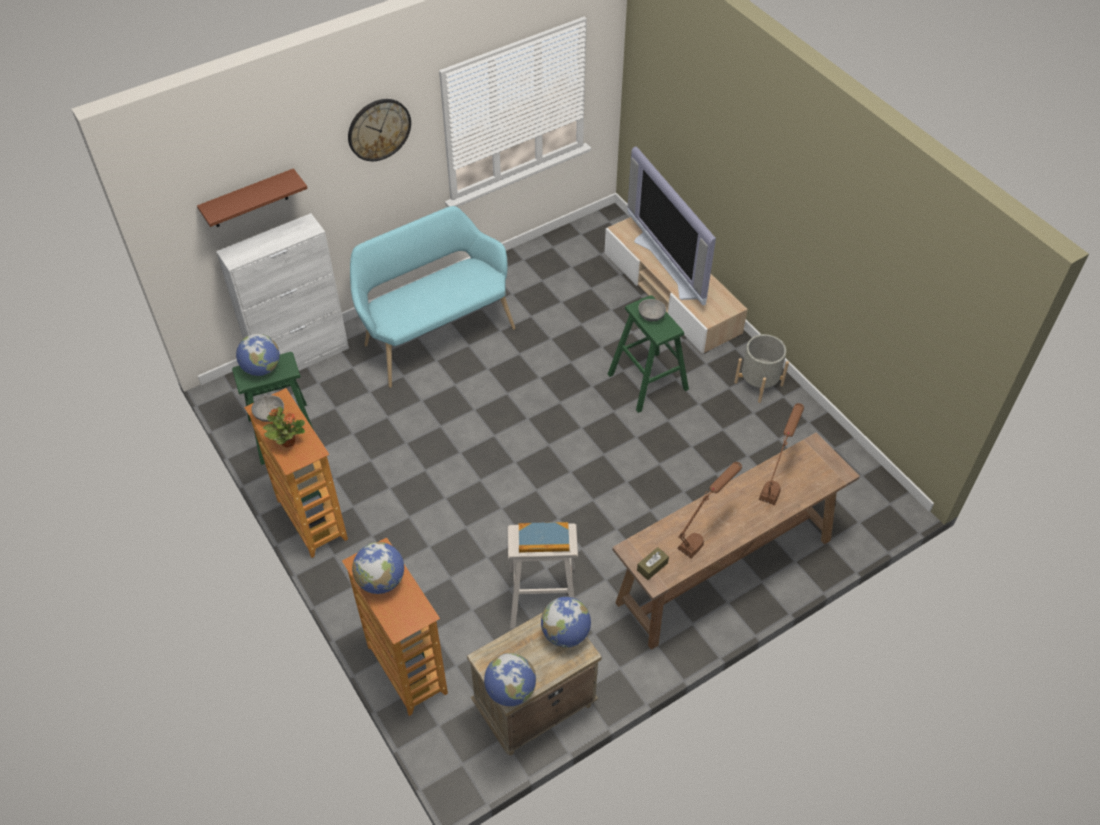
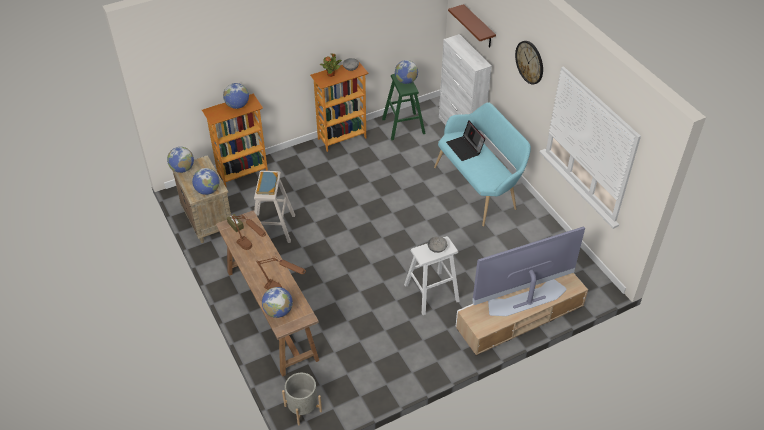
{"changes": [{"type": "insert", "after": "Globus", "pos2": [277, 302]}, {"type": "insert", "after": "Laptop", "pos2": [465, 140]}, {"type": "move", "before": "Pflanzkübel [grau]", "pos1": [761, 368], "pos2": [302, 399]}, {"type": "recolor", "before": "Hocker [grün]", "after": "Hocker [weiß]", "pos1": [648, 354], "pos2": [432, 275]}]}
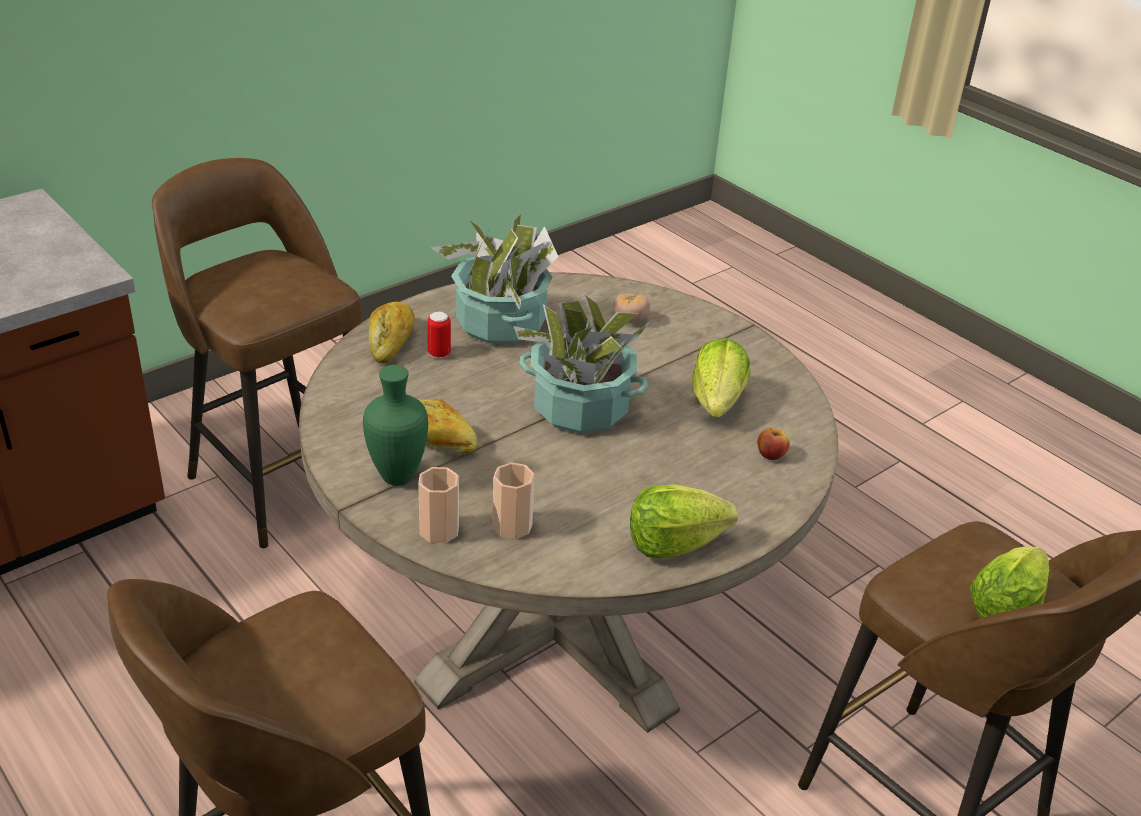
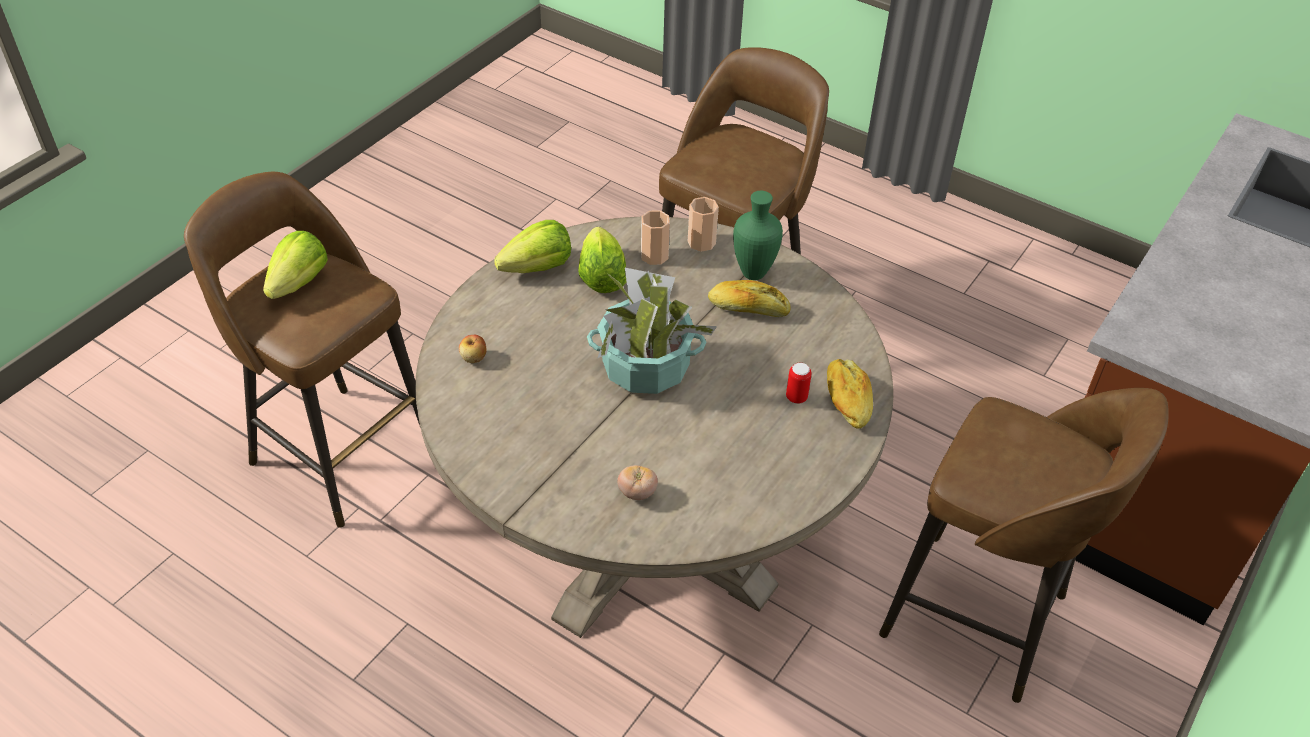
{"changes": [{"type": "delete", "before": "Topfpflanze", "pos1": [494, 278]}, {"type": "move", "before": "Salatkopf", "pos1": [721, 378], "pos2": [602, 260]}]}
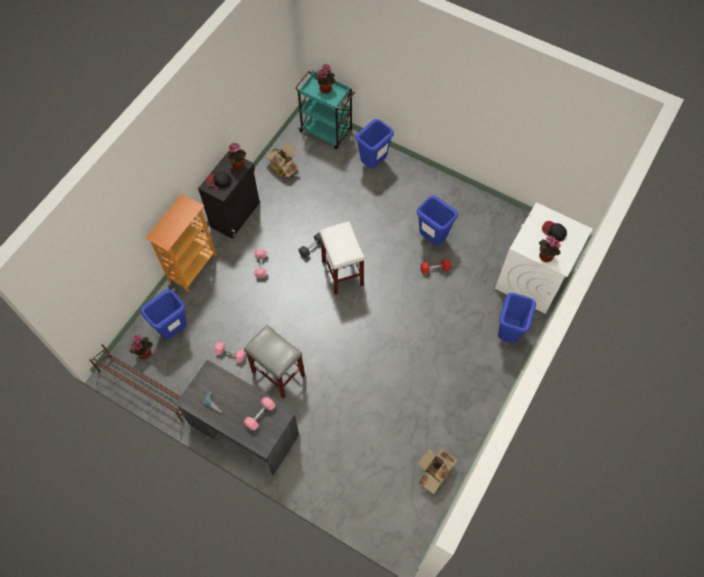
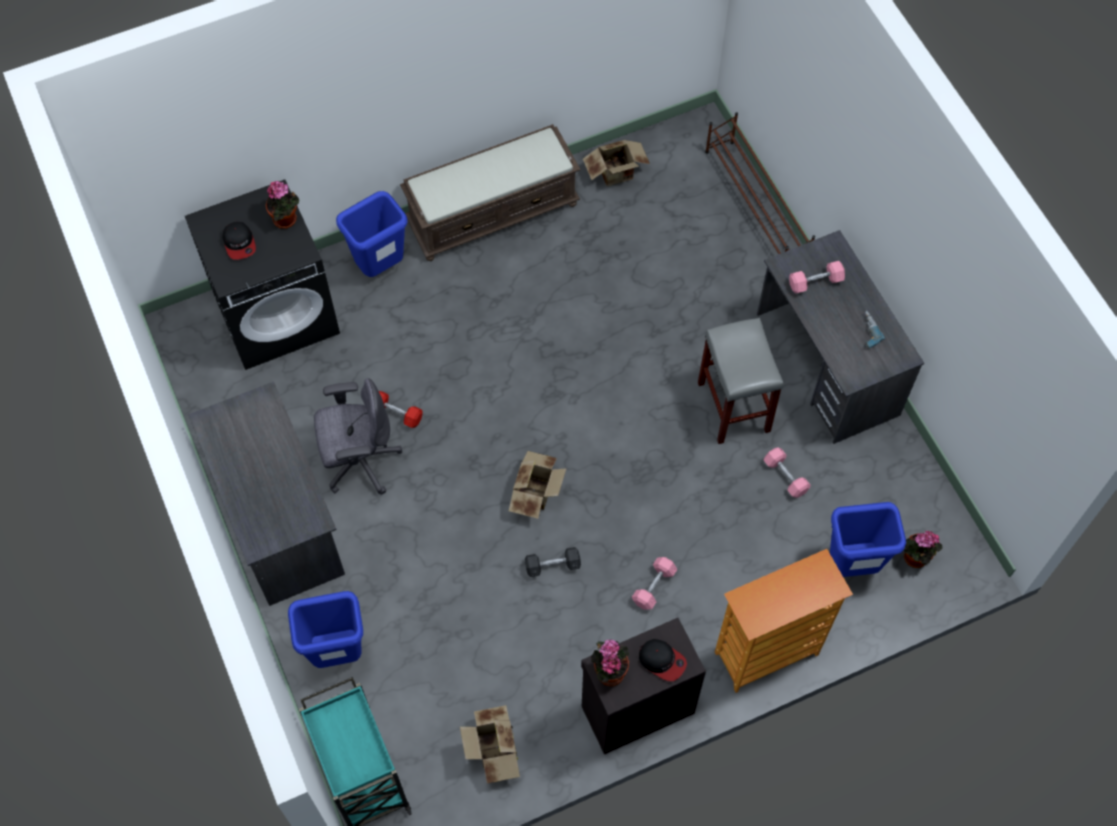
{"changes": [{"type": "delete", "before": "Topfpflanze", "pos1": [325, 79]}, {"type": "insert", "after": "Schreibtisch [grau]", "pos2": [266, 493]}, {"type": "insert", "after": "Bank [braun]", "pos2": [490, 192]}, {"type": "move", "before": "Schuhregal [braun]", "pos1": [136, 383], "pos2": [760, 183]}, {"type": "replace", "before": "Hocker [weiß]", "after": "Karton", "pos1": [342, 257], "pos2": [538, 485]}, {"type": "replace", "before": "Mülleimer [blau]", "after": "Bürostuhl [grau]", "pos1": [437, 220], "pos2": [358, 436]}, {"type": "recolor", "before": "Waschmaschine [weiß]", "after": "Waschmaschine [schwarz]", "pos1": [543, 258], "pos2": [262, 274]}]}
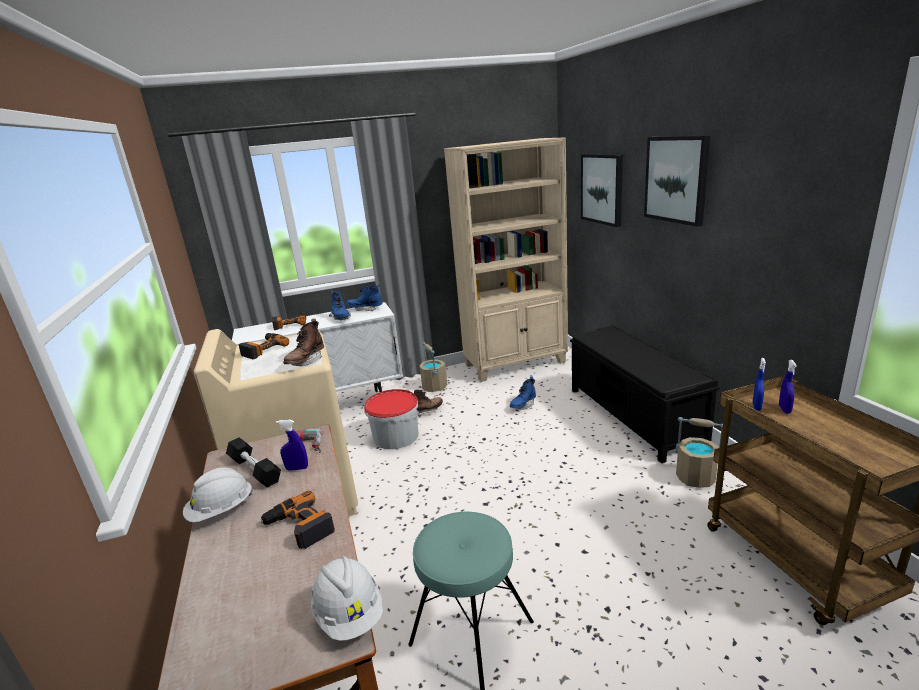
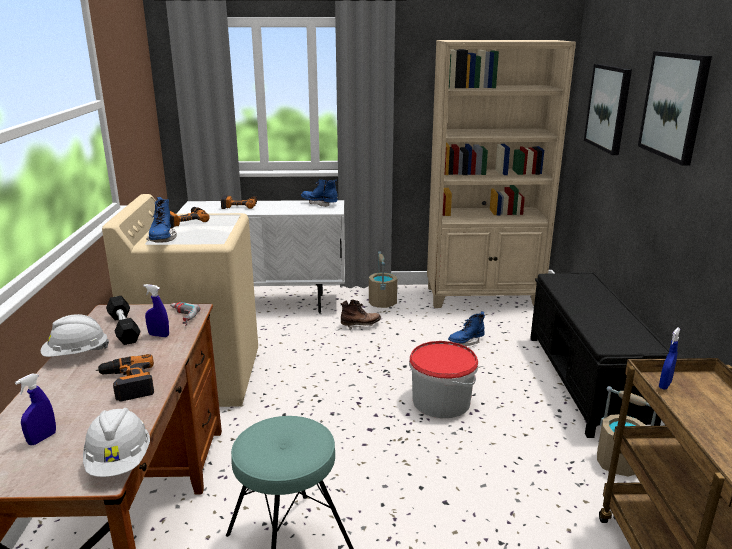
{"changes": [{"type": "delete", "before": "Stiefel [braun]", "pos1": [303, 342]}, {"type": "move", "before": "Stiefel [blau]", "pos1": [340, 305], "pos2": [161, 219]}, {"type": "move", "before": "Eimer", "pos1": [391, 419], "pos2": [443, 379]}, {"type": "move", "before": "Sprühflasche [blau]", "pos1": [788, 386], "pos2": [35, 409]}]}
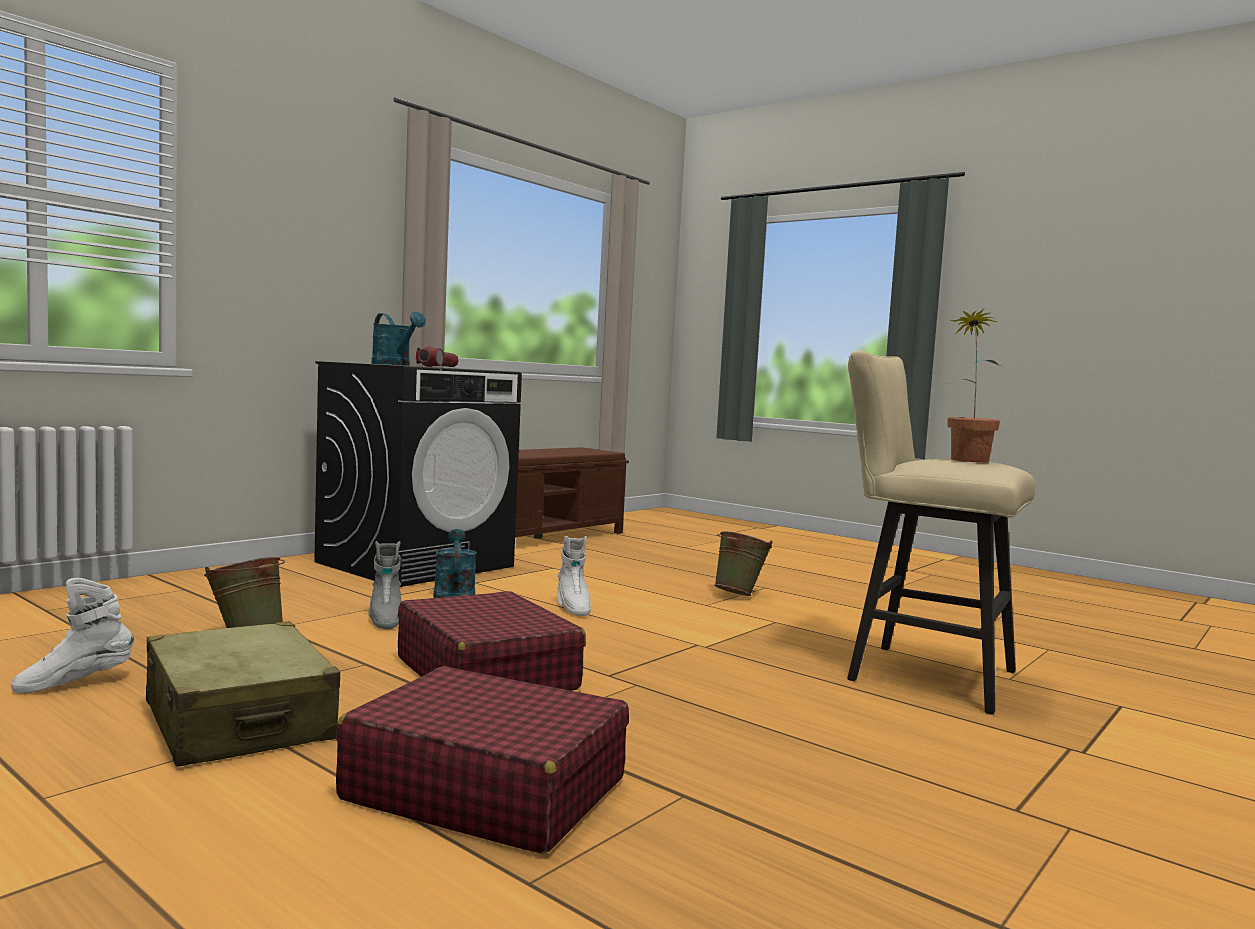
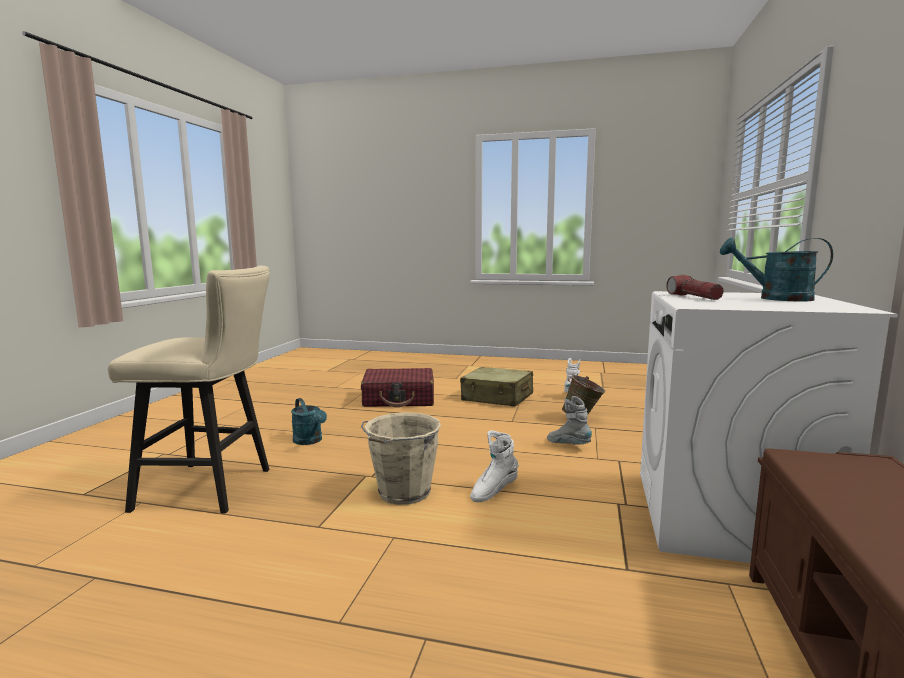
{"changes": [{"type": "delete", "before": "Koffer [rot]", "pos1": [492, 641]}, {"type": "delete", "before": "Eimer [grün]", "pos1": [743, 563]}, {"type": "delete", "before": "Topfpflanze", "pos1": [974, 385]}, {"type": "insert", "after": "Eimer [beige]", "pos2": [401, 458]}, {"type": "move", "before": "Gießkanne [türkis]", "pos1": [455, 563], "pos2": [309, 421]}, {"type": "recolor", "before": "Waschmaschine [schwarz]", "after": "Waschmaschine [weiß]", "pos1": [418, 474], "pos2": [769, 427]}, {"type": "rotate", "before": "Stiefel [weiß]", "pos1": [574, 576], "pos2": [494, 466], "turn": -90}]}
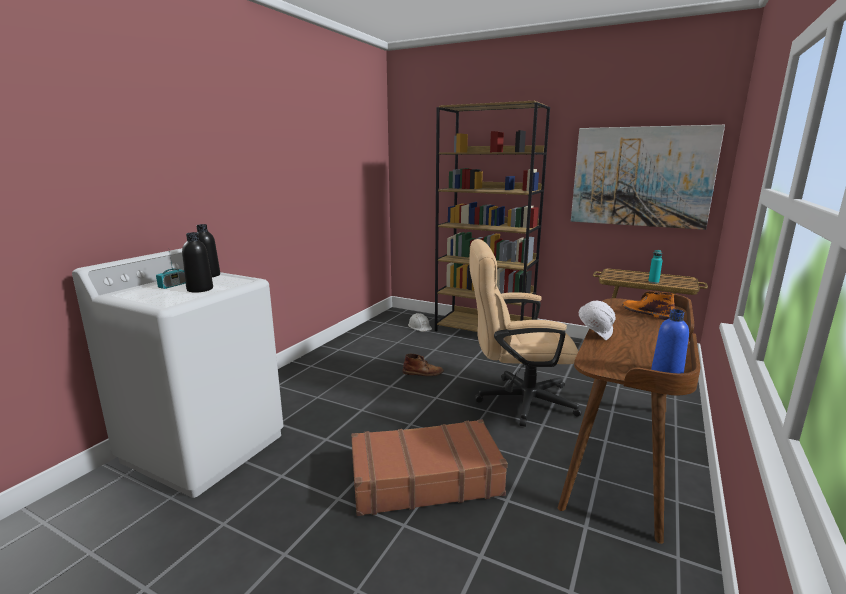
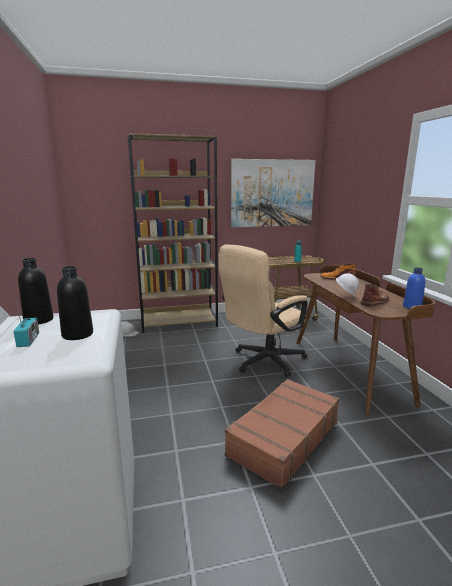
{"changes": [{"type": "move", "before": "Stiefel [braun]", "pos1": [423, 365], "pos2": [375, 295]}]}
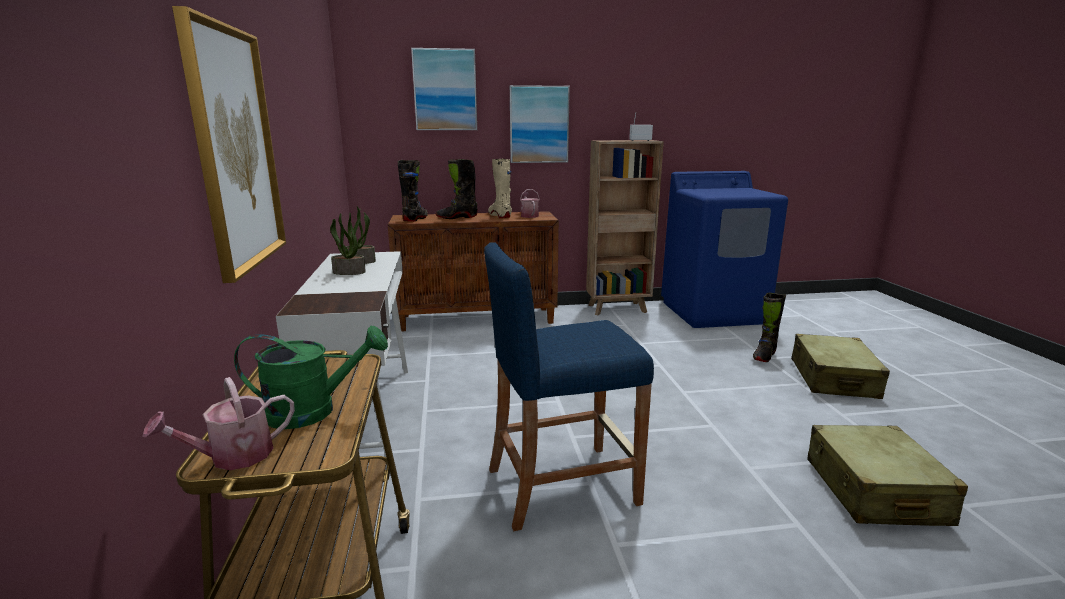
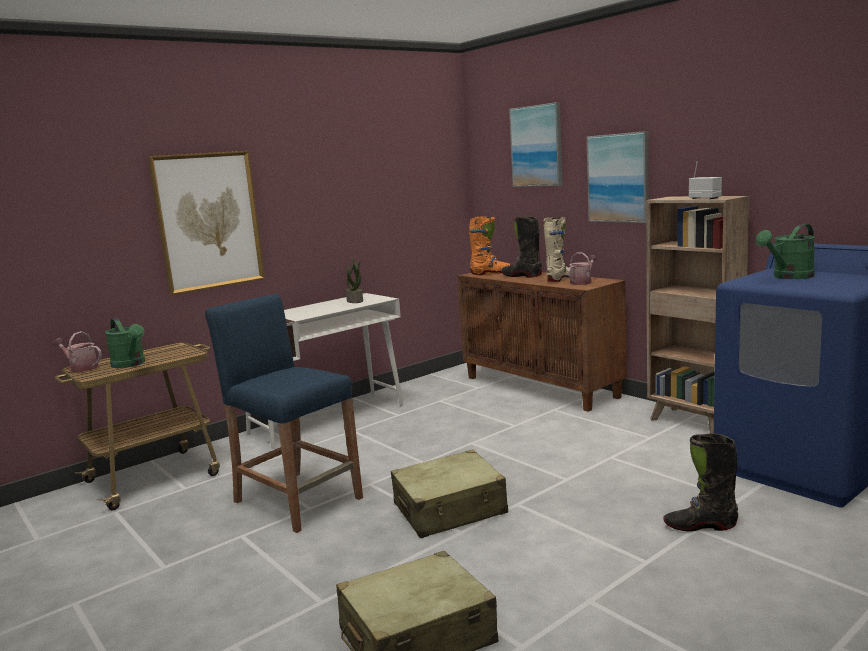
{"changes": [{"type": "delete", "before": "Topfpflanze", "pos1": [348, 244]}, {"type": "insert", "after": "Gießkanne [grün]", "pos2": [785, 251]}, {"type": "move", "before": "Koffer [beige]", "pos1": [840, 366], "pos2": [449, 494]}, {"type": "recolor", "before": "Stiefel [schwarz]", "after": "Stiefel [orange]", "pos1": [413, 191], "pos2": [490, 245]}]}
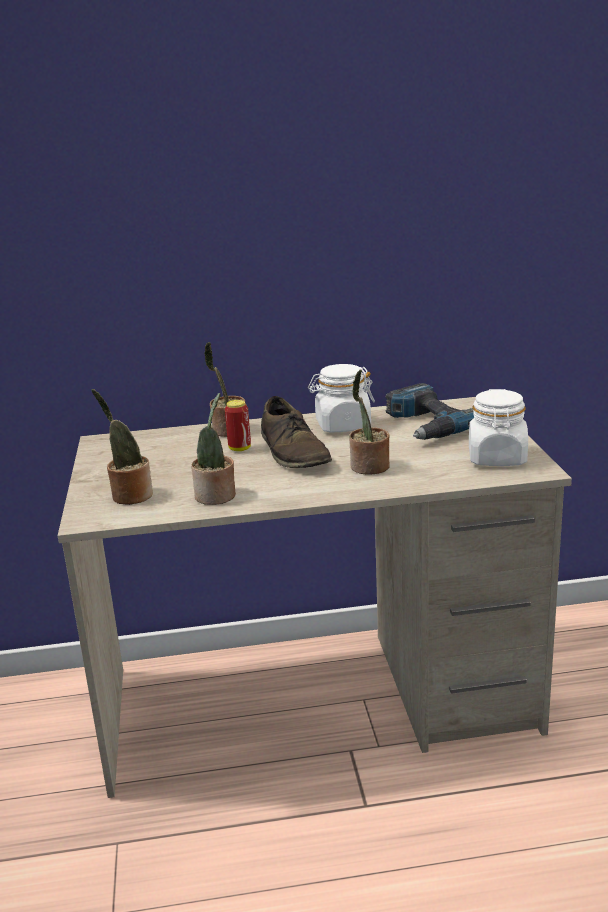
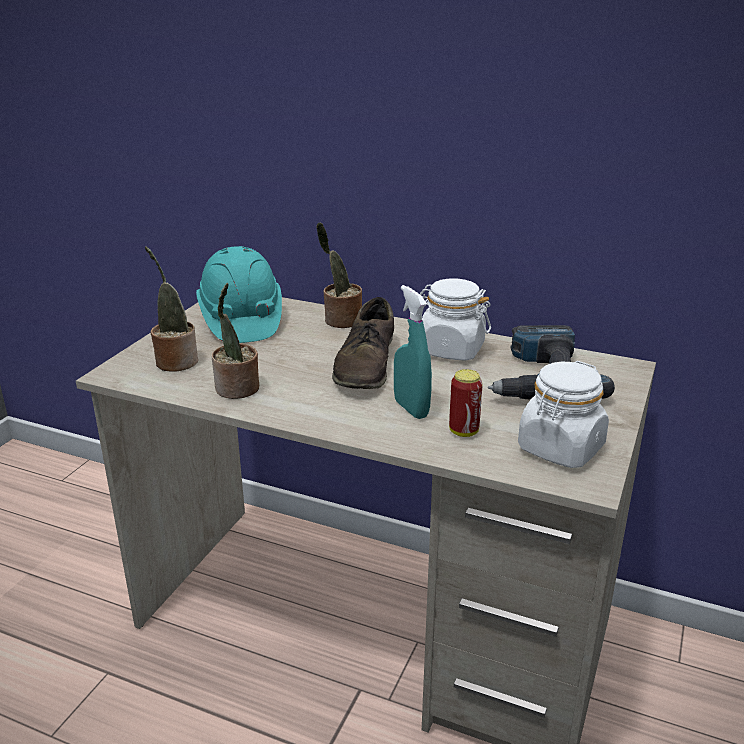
{"changes": [{"type": "insert", "after": "Schutzhelm [türkis]", "pos2": [239, 294]}, {"type": "move", "before": "Dose", "pos1": [238, 425], "pos2": [466, 403]}, {"type": "replace", "before": "Topfpflanze", "after": "Sprühflasche [türkis]", "pos1": [369, 422], "pos2": [413, 352]}]}
